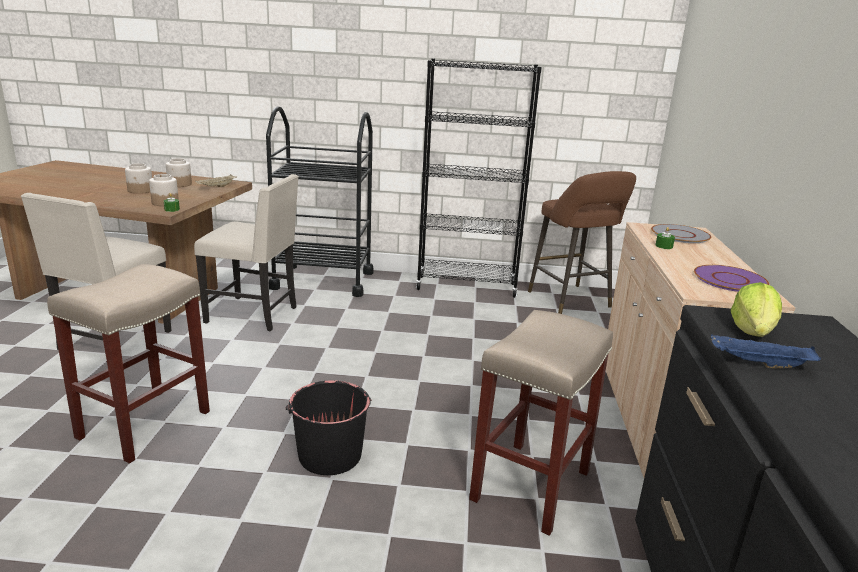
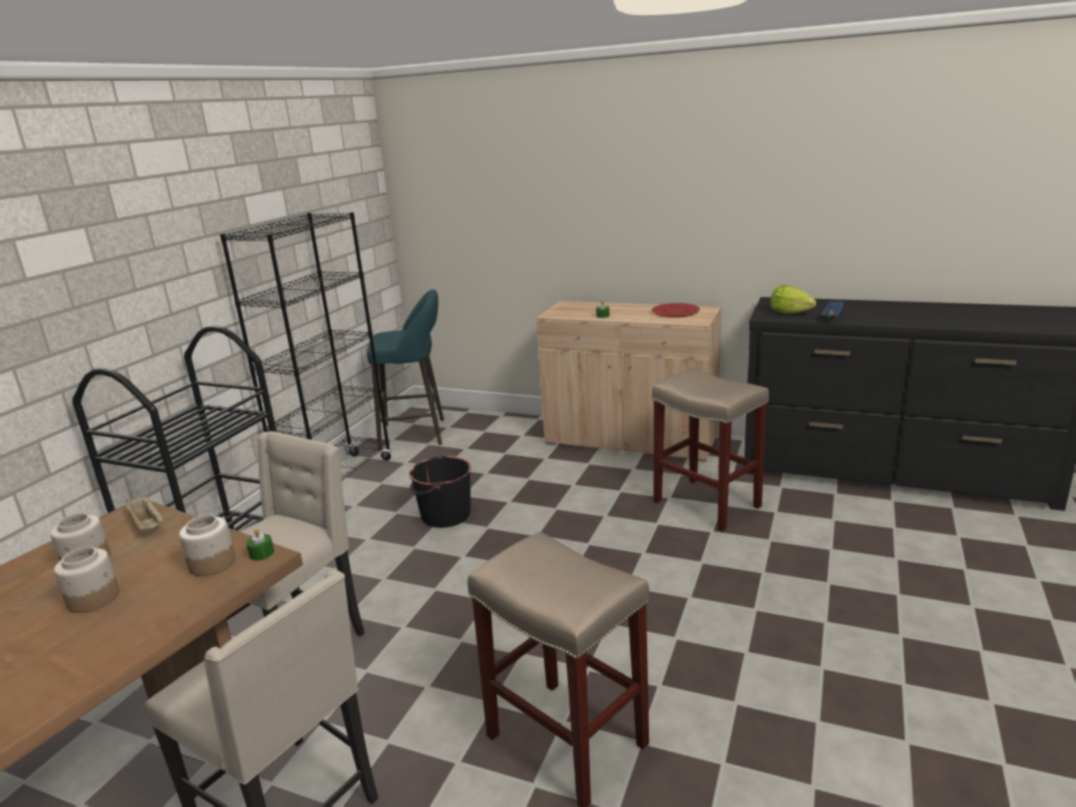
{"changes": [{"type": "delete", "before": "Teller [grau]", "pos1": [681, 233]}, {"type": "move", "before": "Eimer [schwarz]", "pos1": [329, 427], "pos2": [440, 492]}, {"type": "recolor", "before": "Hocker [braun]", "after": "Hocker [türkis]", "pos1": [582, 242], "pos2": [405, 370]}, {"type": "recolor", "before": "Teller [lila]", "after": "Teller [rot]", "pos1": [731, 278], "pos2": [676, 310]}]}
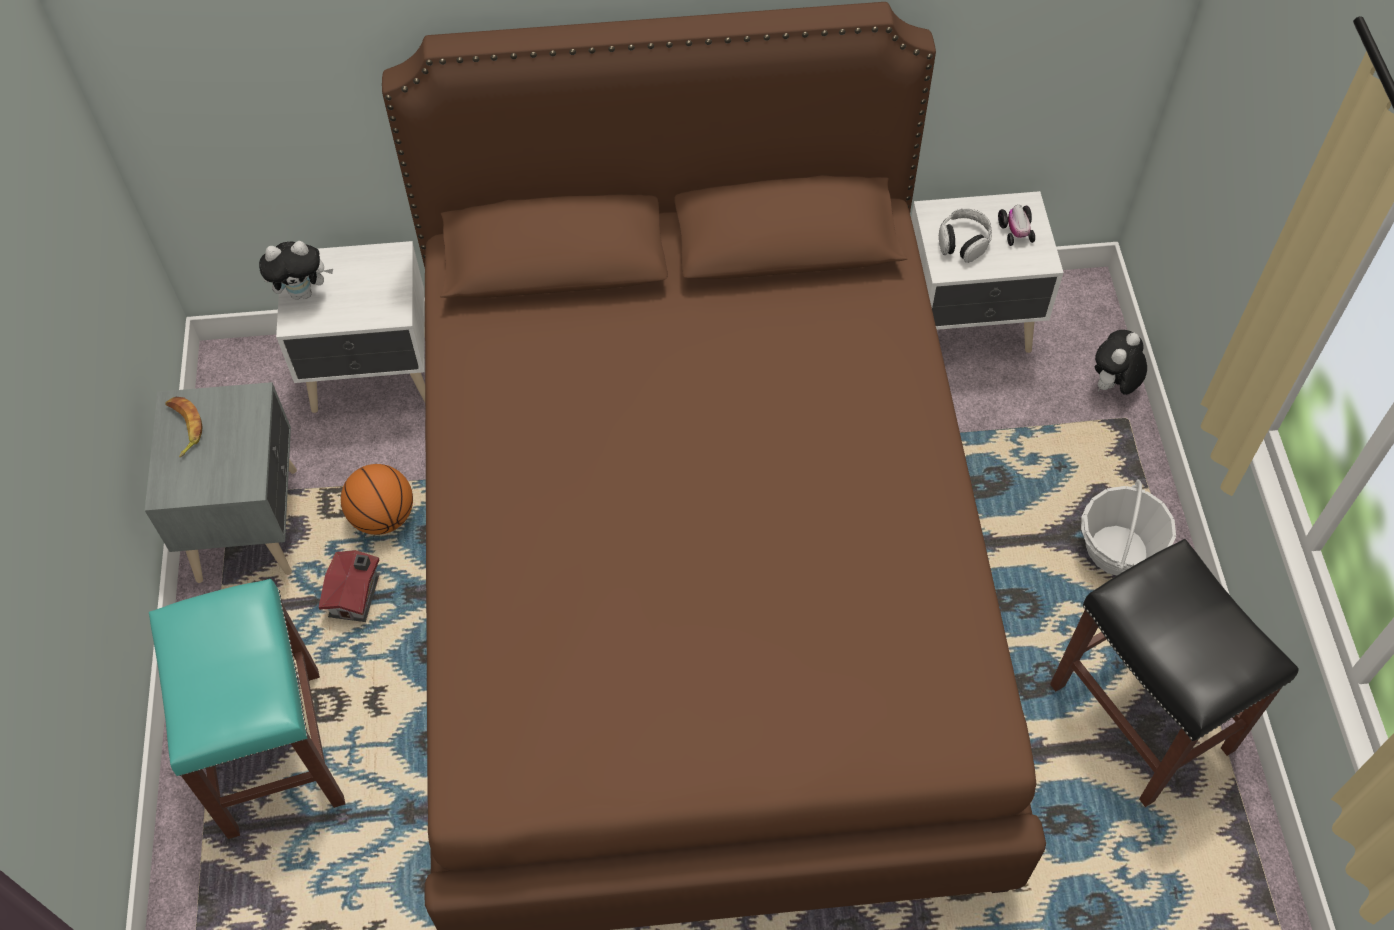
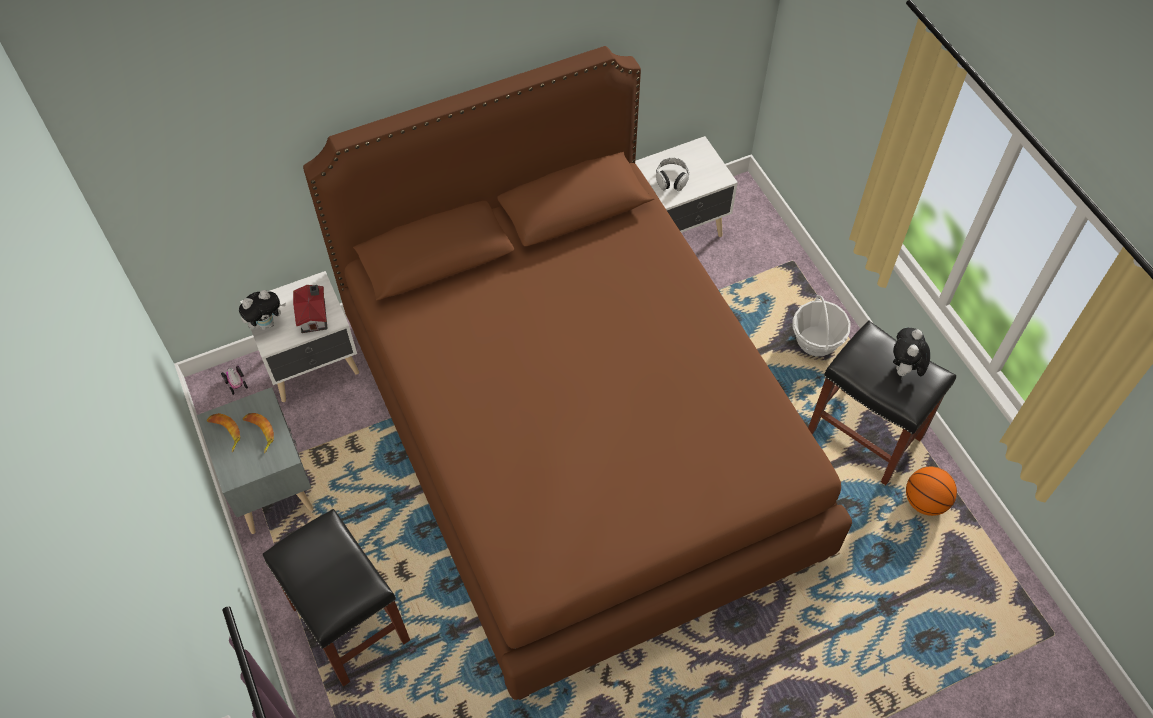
{"changes": [{"type": "insert", "after": "Banane", "pos2": [258, 433]}, {"type": "move", "before": "Spielzeughaus", "pos1": [349, 586], "pos2": [310, 309]}, {"type": "move", "before": "Basketball", "pos1": [377, 499], "pos2": [931, 491]}, {"type": "move", "before": "Spielzeugauto", "pos1": [1016, 225], "pos2": [234, 380]}, {"type": "move", "before": "Plüschtier", "pos1": [1121, 362], "pos2": [911, 353]}, {"type": "recolor", "before": "Hocker [türkis]", "after": "Hocker [schwarz]", "pos1": [247, 709], "pos2": [336, 597]}]}
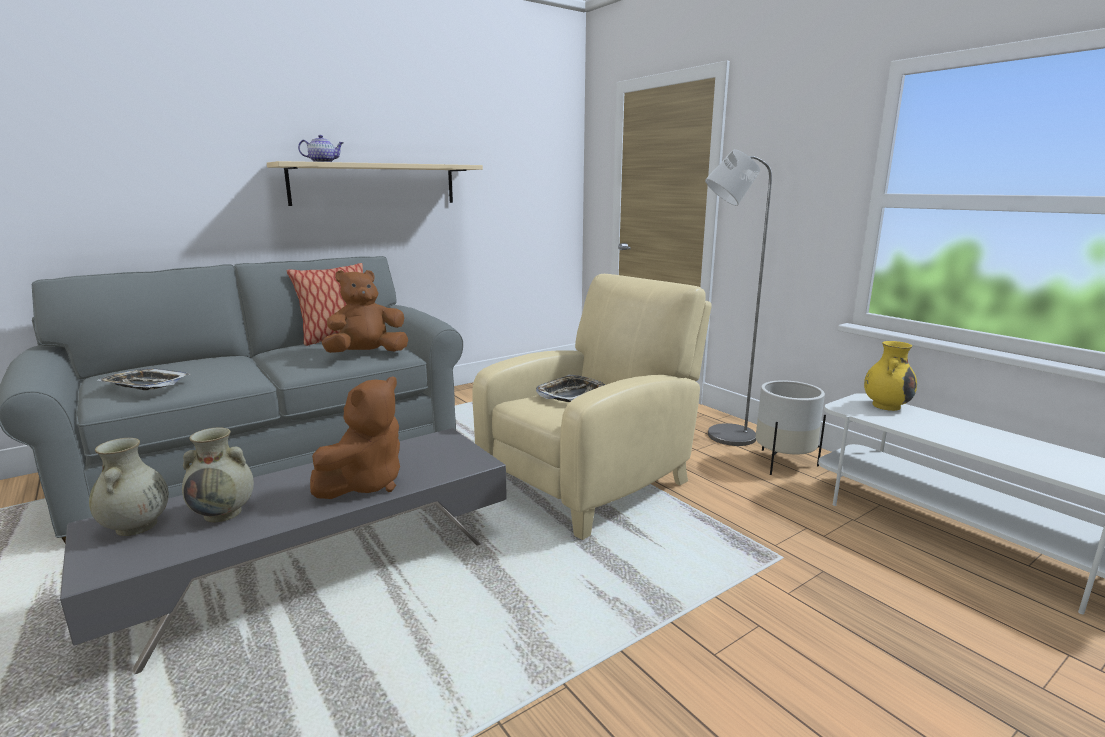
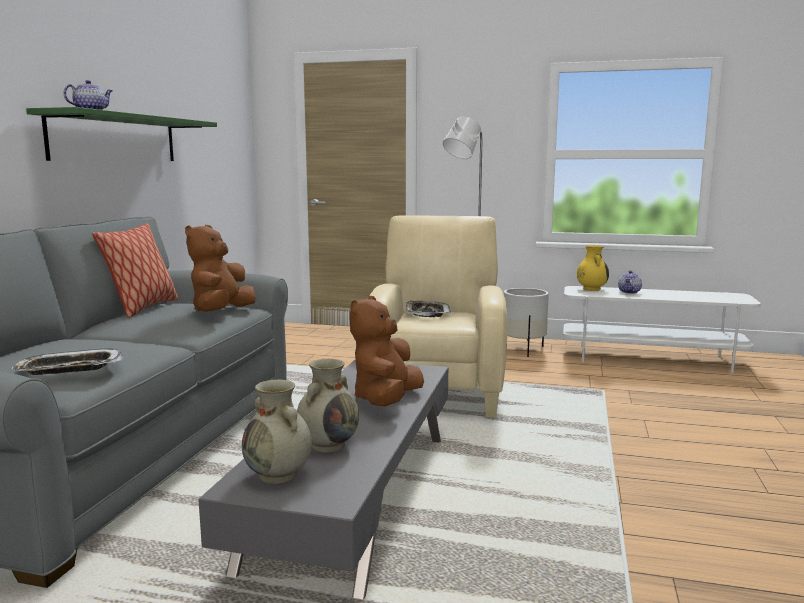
{"changes": [{"type": "insert", "after": "Teekanne", "pos2": [630, 282]}, {"type": "recolor", "before": "Wandregal [beige]", "after": "Wandregal [grün]", "pos1": [375, 183], "pos2": [121, 134]}, {"type": "rotate", "before": "Plüschtier [braun]", "pos1": [355, 437], "pos2": [386, 351], "turn": -150}]}
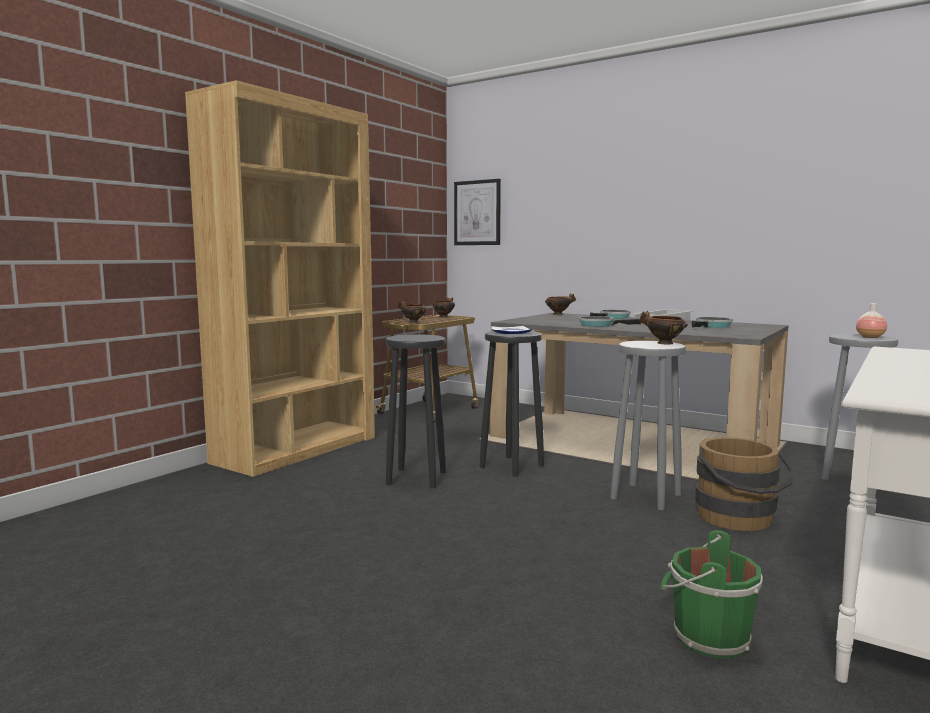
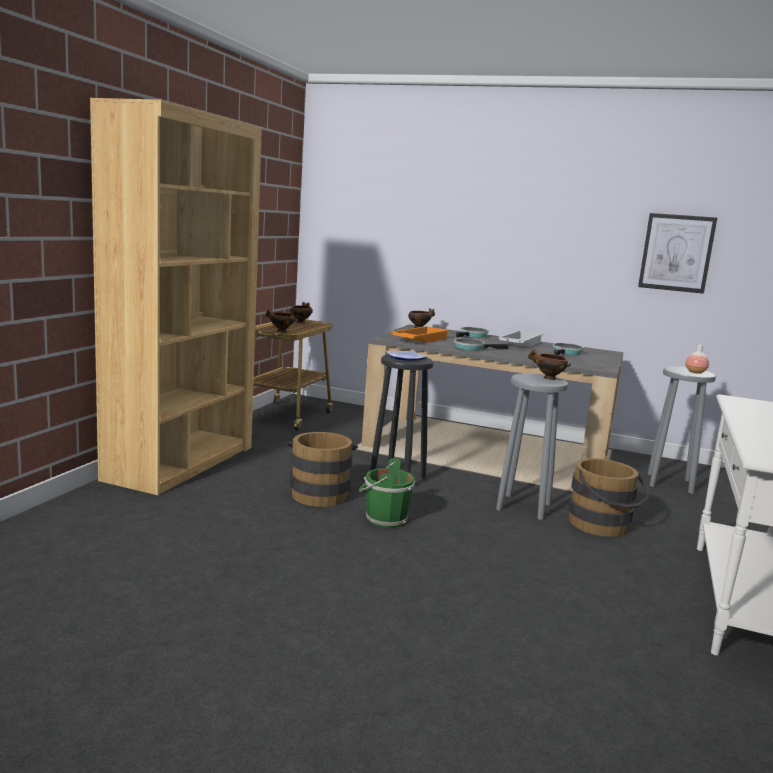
{"changes": [{"type": "insert", "after": "Tablett [orange]", "pos2": [420, 334]}, {"type": "move", "before": "Bild", "pos1": [477, 212], "pos2": [677, 253]}, {"type": "move", "before": "Eimer [grün]", "pos1": [712, 594], "pos2": [387, 493]}, {"type": "replace", "before": "Hocker [schwarz]", "after": "Eimer [braun]", "pos1": [415, 411], "pos2": [322, 469]}]}
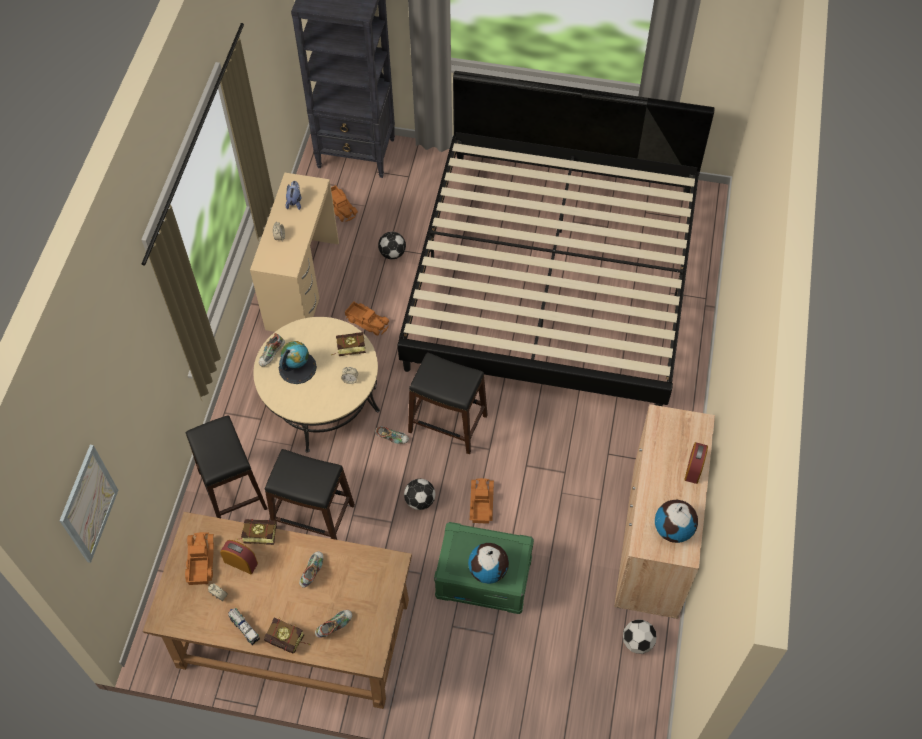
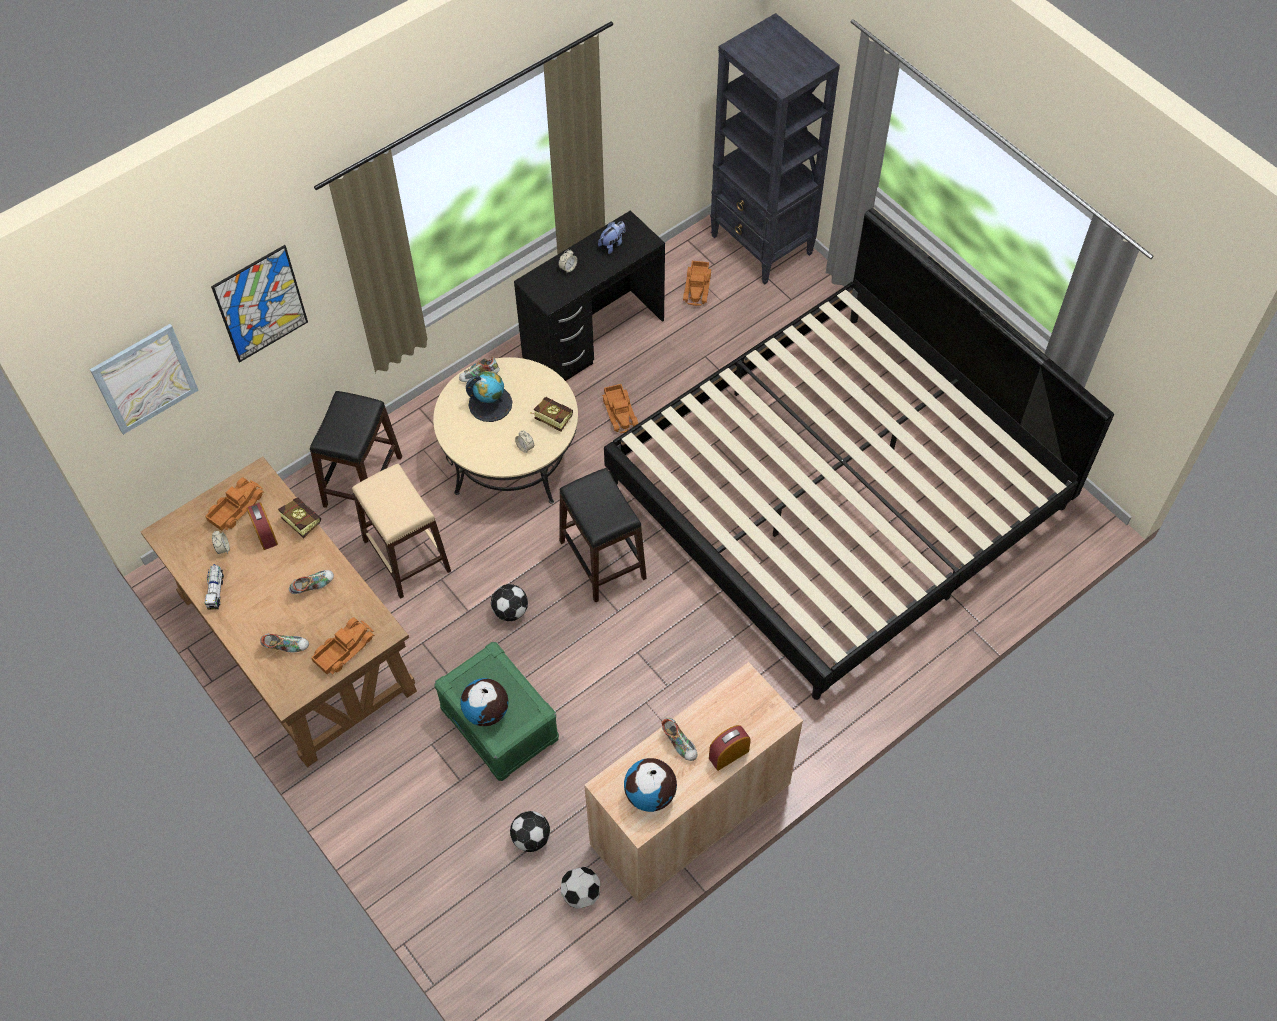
{"changes": [{"type": "delete", "before": "Buch", "pos1": [287, 635]}, {"type": "insert", "after": "Bild", "pos2": [259, 304]}, {"type": "move", "before": "Schuh", "pos1": [392, 435], "pos2": [679, 739]}, {"type": "move", "before": "Fußball", "pos1": [392, 245], "pos2": [530, 831]}, {"type": "move", "before": "Spielzeuglaster", "pos1": [482, 501], "pos2": [343, 646]}, {"type": "recolor", "before": "Schreibtisch [beige]", "after": "Schreibtisch [schwarz]", "pos1": [294, 252], "pos2": [589, 295]}, {"type": "recolor", "before": "Hocker [schwarz]", "after": "Hocker [beige]", "pos1": [310, 494], "pos2": [401, 531]}]}
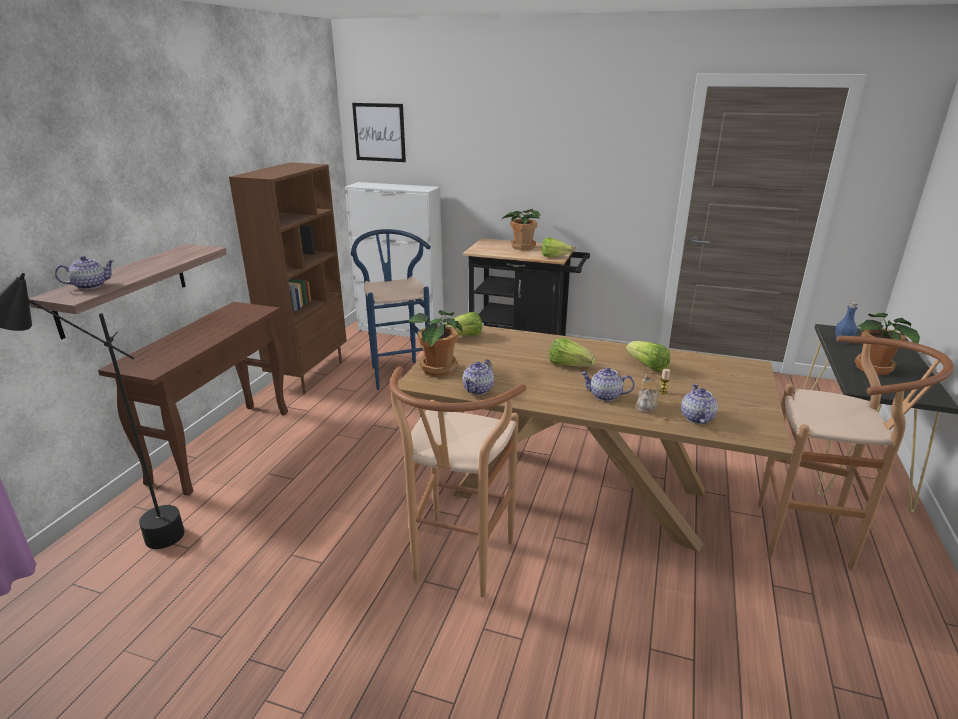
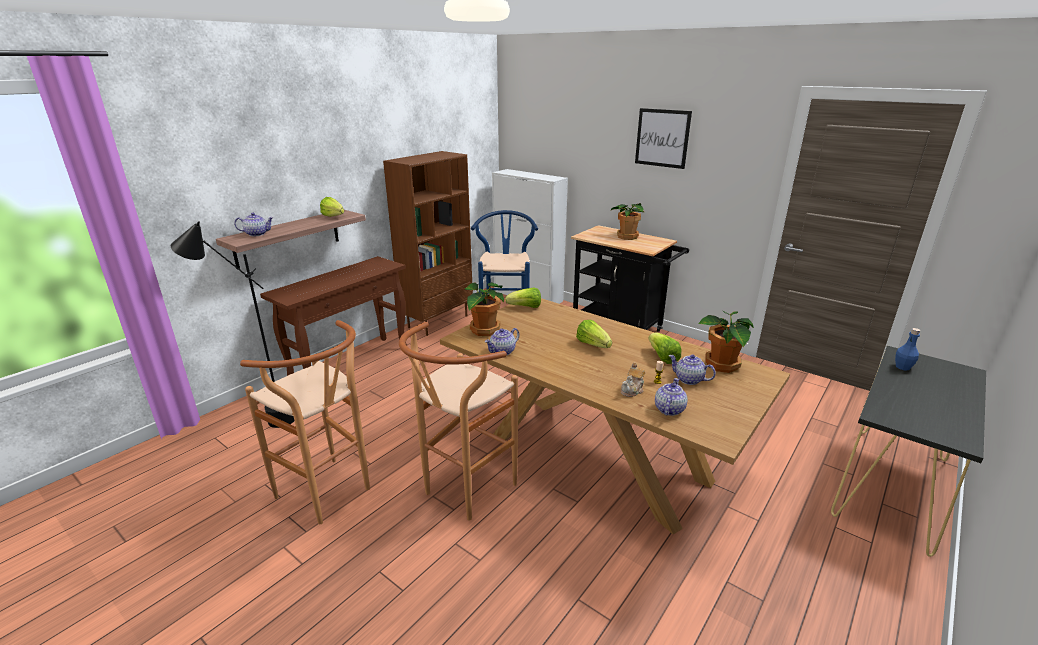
{"changes": [{"type": "move", "before": "Bild", "pos1": [379, 132], "pos2": [663, 138]}, {"type": "move", "before": "Salatkopf", "pos1": [557, 247], "pos2": [332, 207]}, {"type": "move", "before": "Teekanne", "pos1": [608, 384], "pos2": [692, 370]}, {"type": "move", "before": "Hocker [braun]", "pos1": [856, 453], "pos2": [305, 422]}, {"type": "move", "before": "Topfpflanze", "pos1": [887, 344], "pos2": [726, 342]}]}
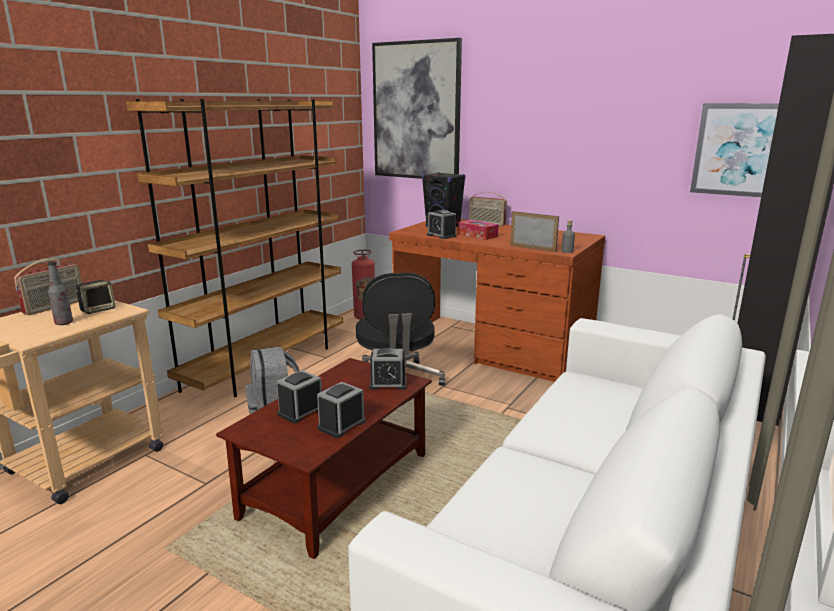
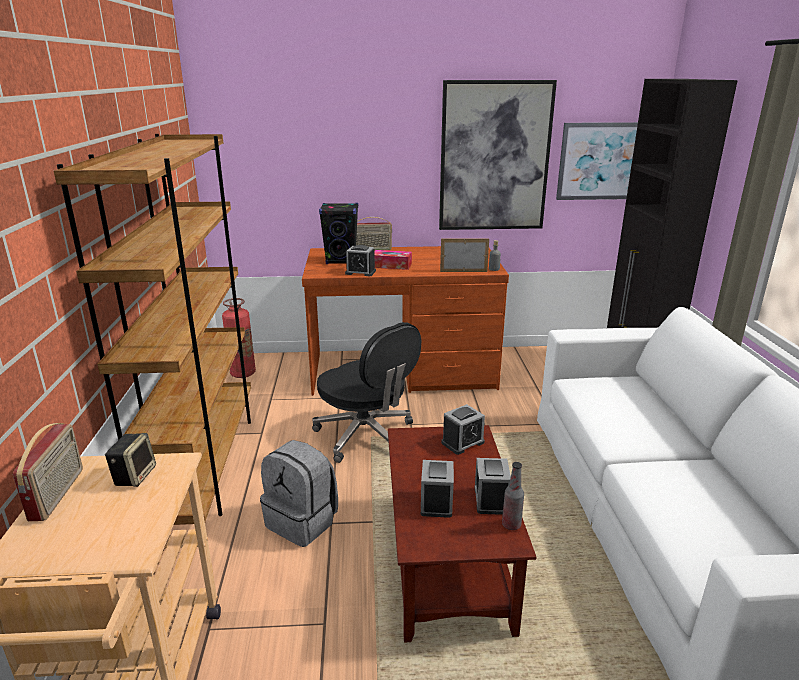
{"changes": [{"type": "move", "before": "Flasche", "pos1": [60, 293], "pos2": [513, 496]}, {"type": "move", "before": "Bild", "pos1": [417, 108], "pos2": [498, 155]}]}
